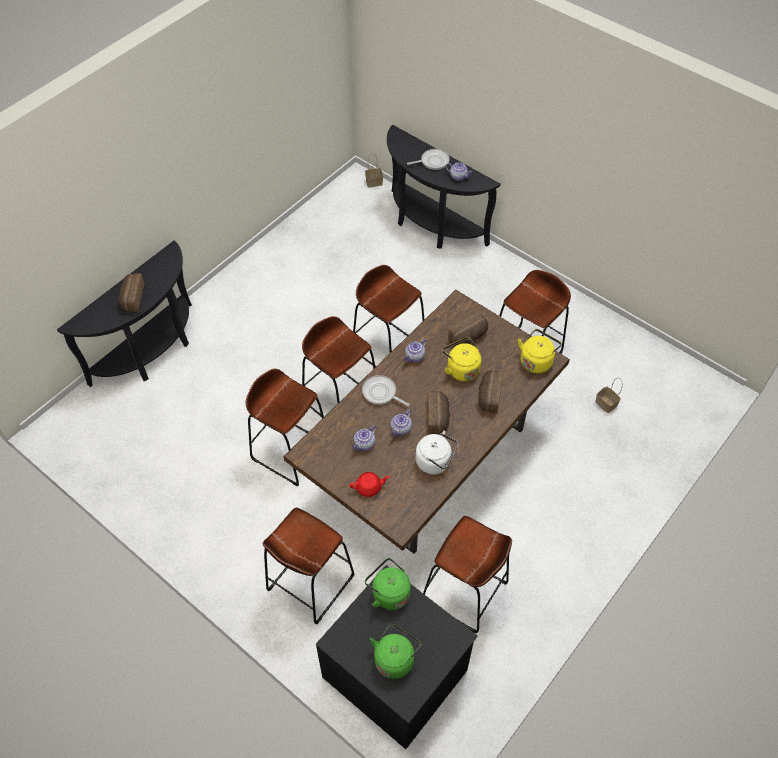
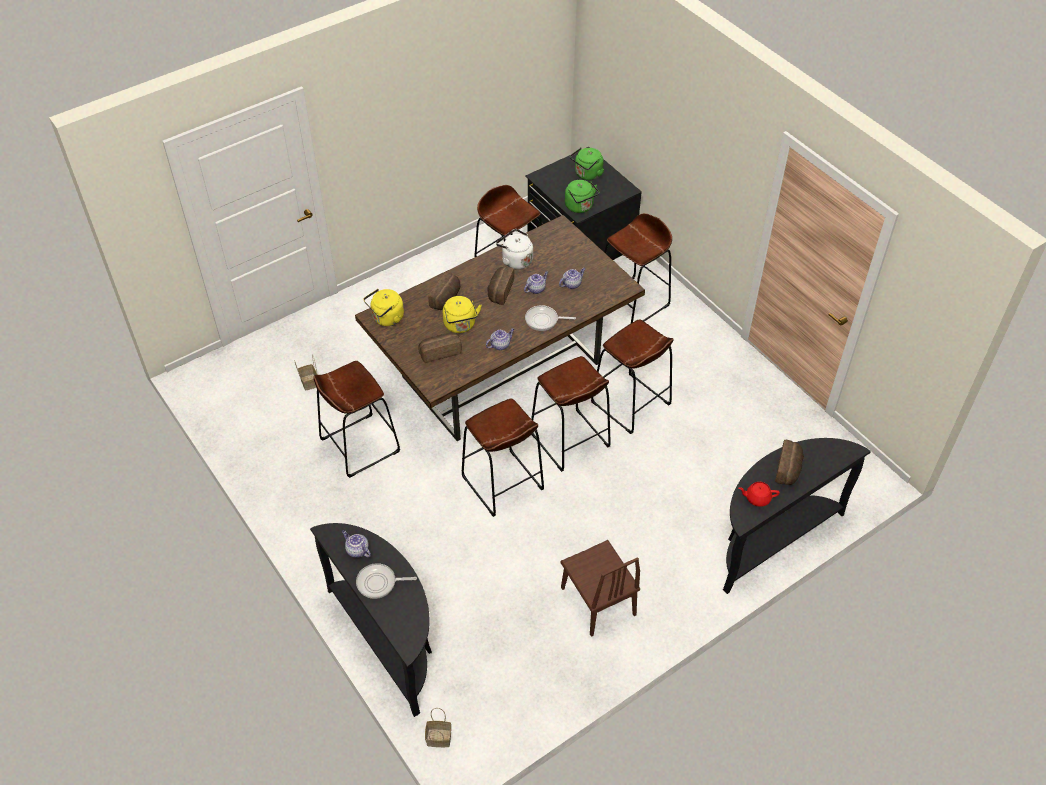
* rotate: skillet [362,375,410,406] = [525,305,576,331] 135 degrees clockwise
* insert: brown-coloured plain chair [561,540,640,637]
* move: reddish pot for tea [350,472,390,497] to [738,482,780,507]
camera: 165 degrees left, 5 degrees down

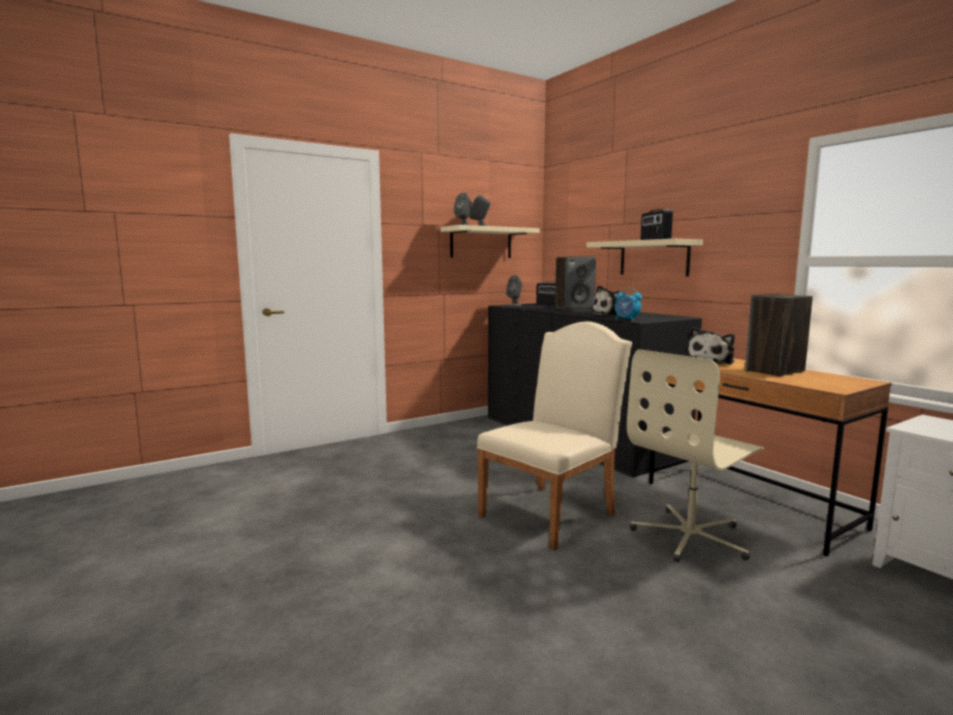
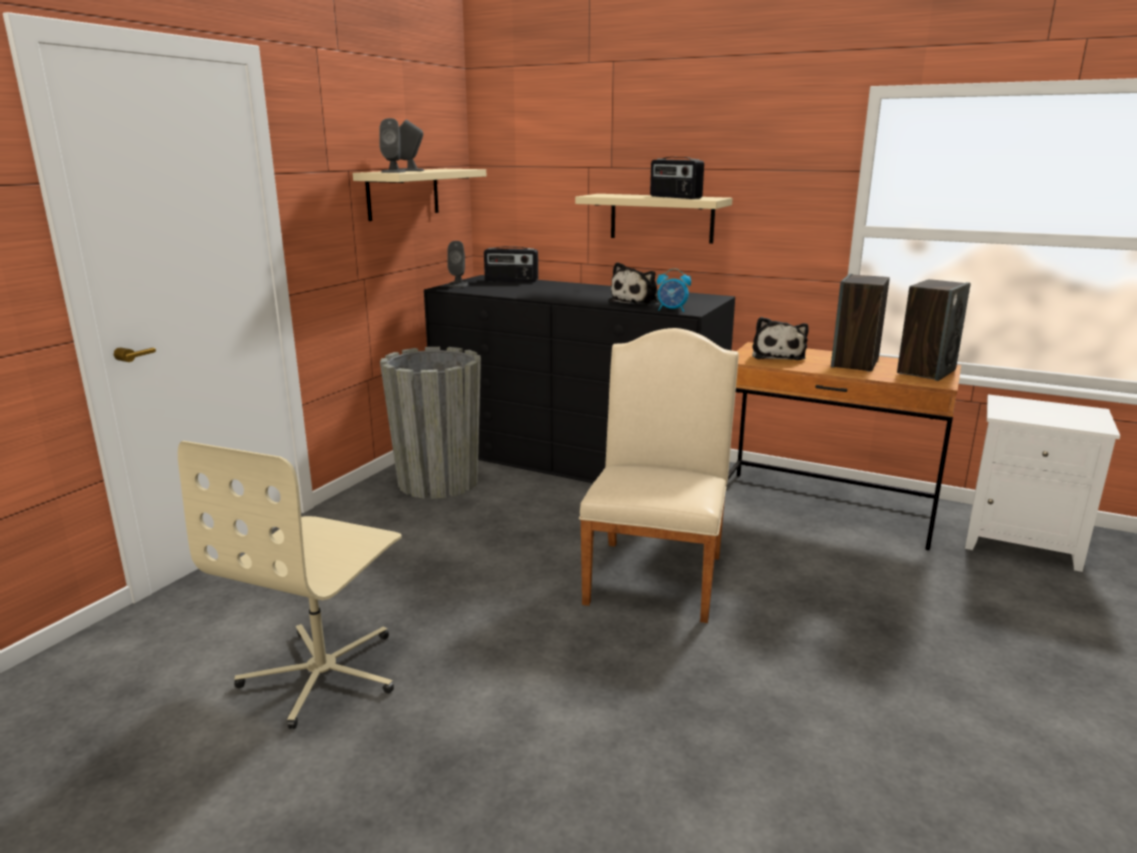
* move: beige desk chair [627,349,764,562] to [178,441,402,729]
* insert: grey planter [380,347,481,499]
* move: speaker [555,256,596,309] to [897,279,971,381]
camera: 30 degrees left, 10 degrees up

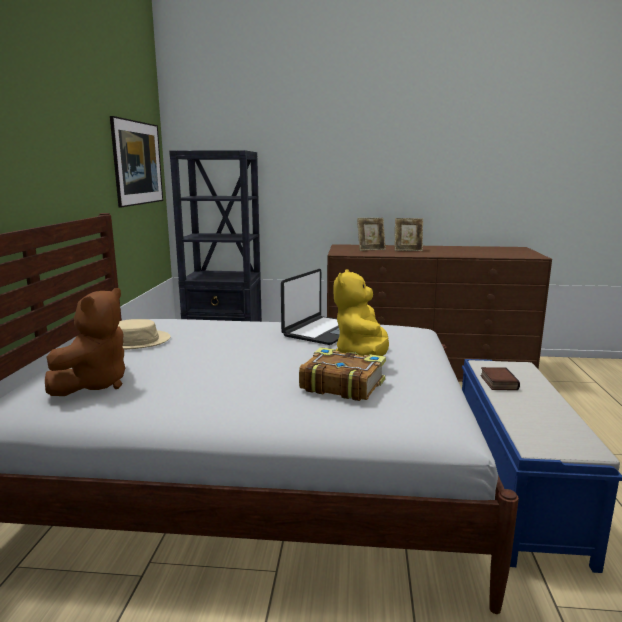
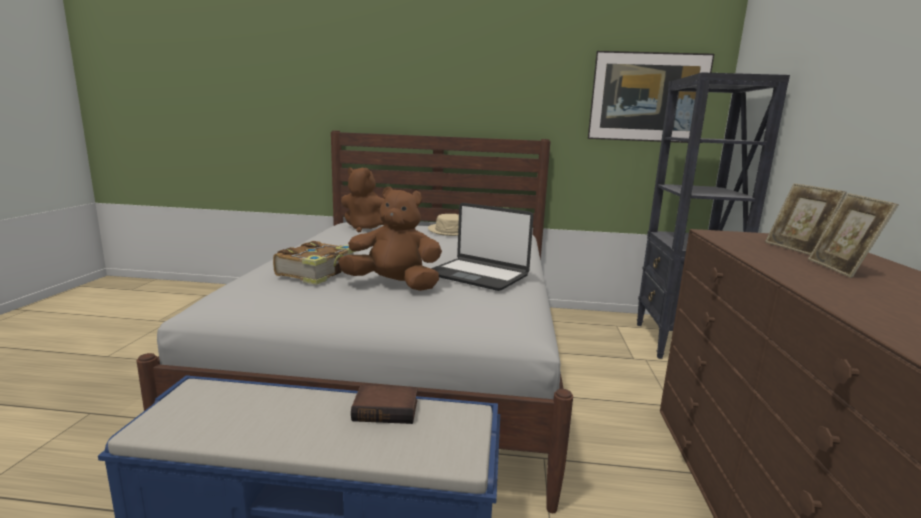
* recolor: yellowish plush toy [333,269,389,356] to brown-coloured plush toy [338,187,442,291]
camera: 90 degrees right, 0 degrees up

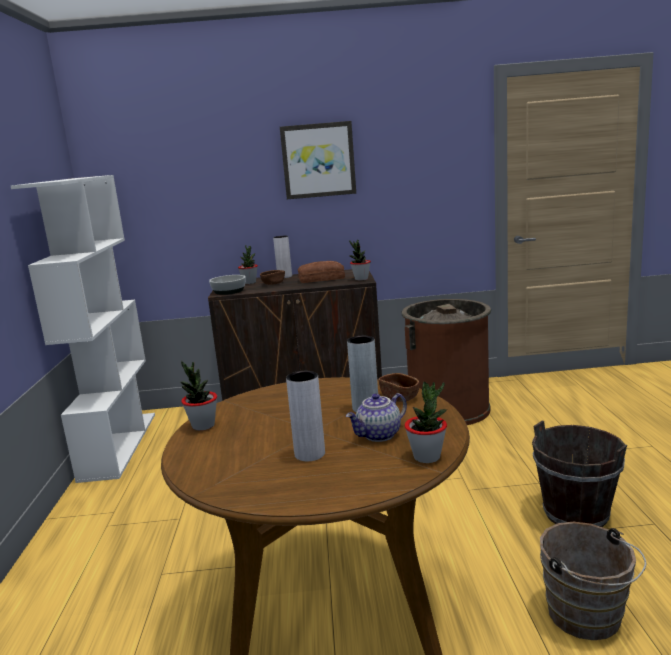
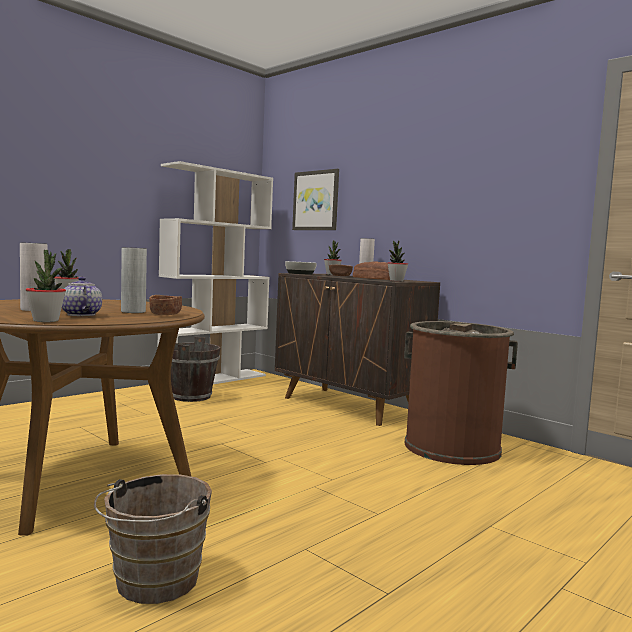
* rotate: pot for tea [346,393,407,442] = [62,277,102,316] 45 degrees clockwise
* move: brown-coloured bucket [532,420,627,527] to [171,337,220,402]
* move: wall picture [280,121,356,199] to [292,169,339,230]
camera: 45 degrees right, 10 degrees down

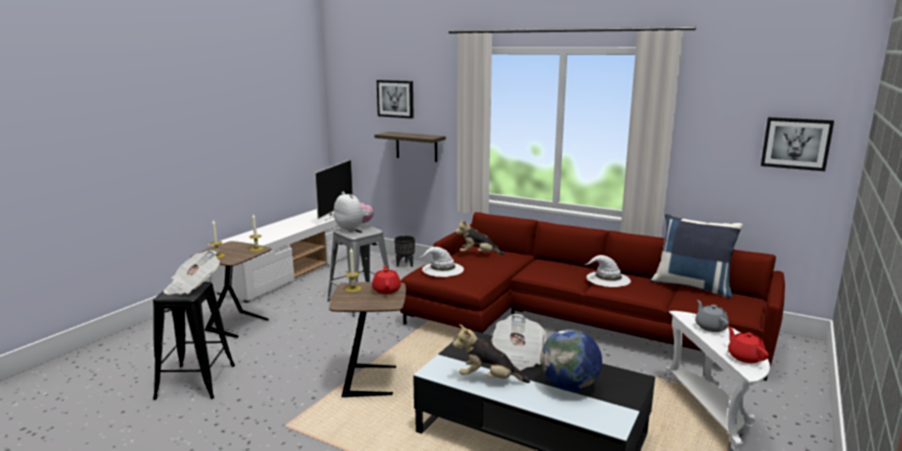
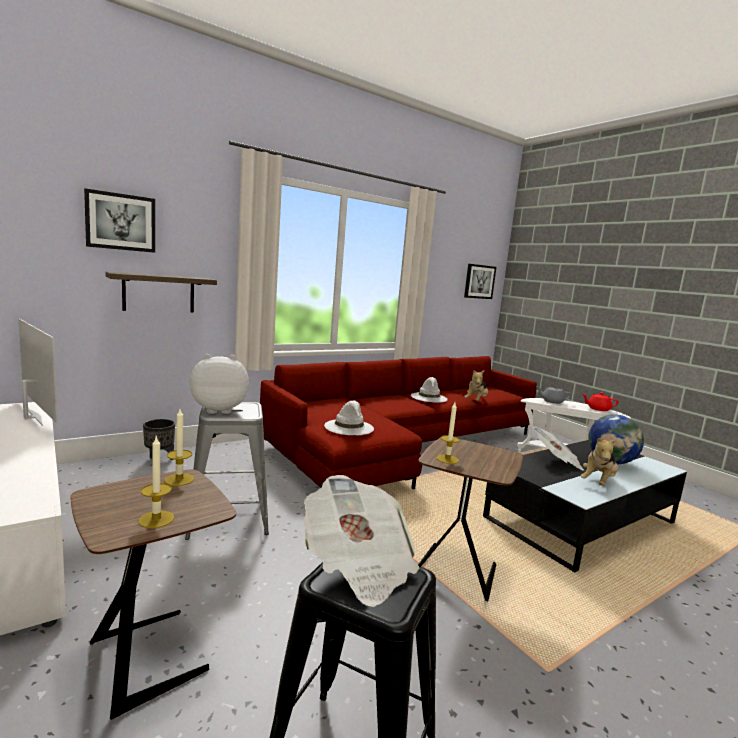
* move: plush toy [455,219,504,255] to [464,370,488,401]
* delete: reddish pot for tea [372,265,401,294]
* delete: blue throw pillow [651,214,743,298]
camera: 65 degrees left, 5 degrees down

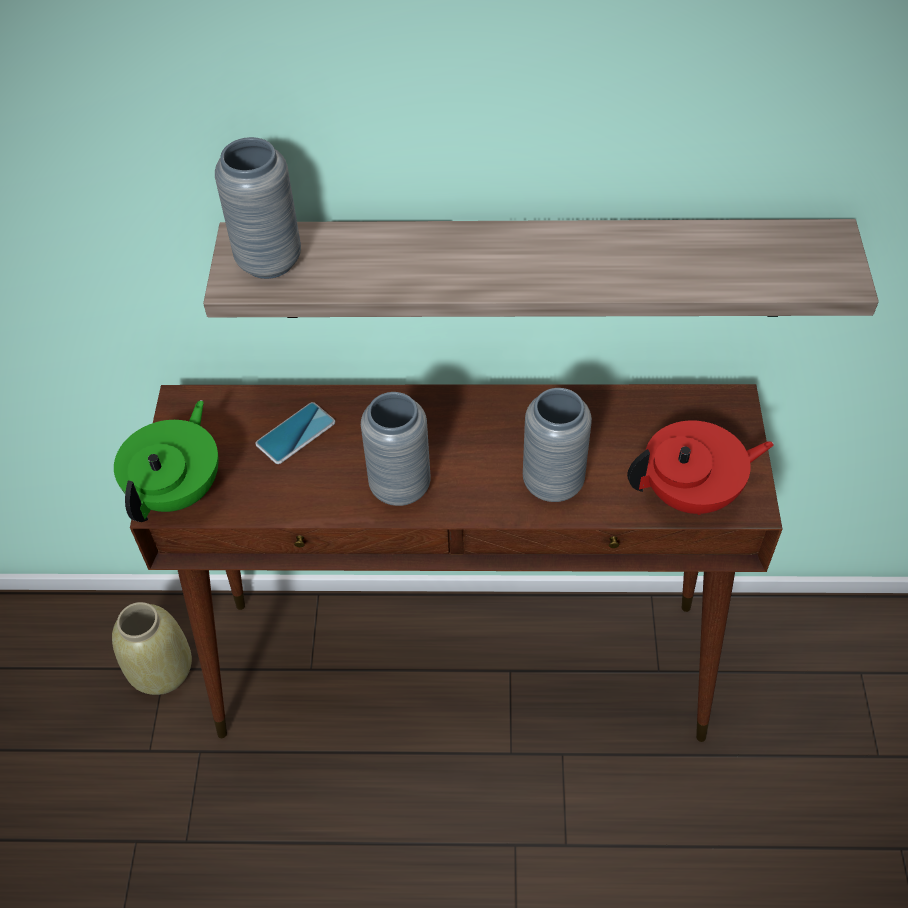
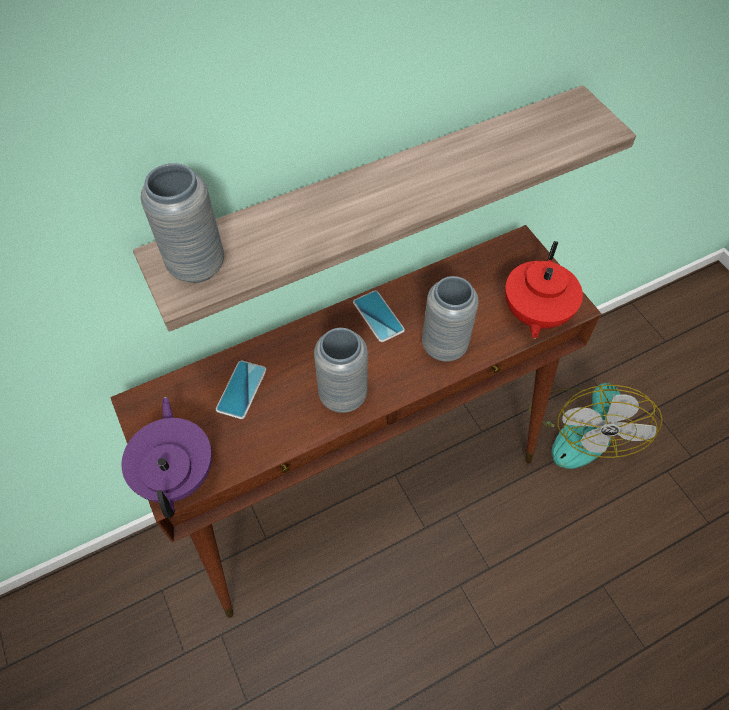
* recolor: green-coloured pot for tea [114,400,219,522] to purple pot for tea [122,397,212,518]
* insert: handset [353,291,405,342]
* rotate: reddish pot for tea [627,420,774,515] = [505,241,583,339] 150 degrees clockwise
* insert: fan [529,383,663,469]
* delete: beige vase [112,602,192,695]
camera: 30 degrees left, 5 degrees up

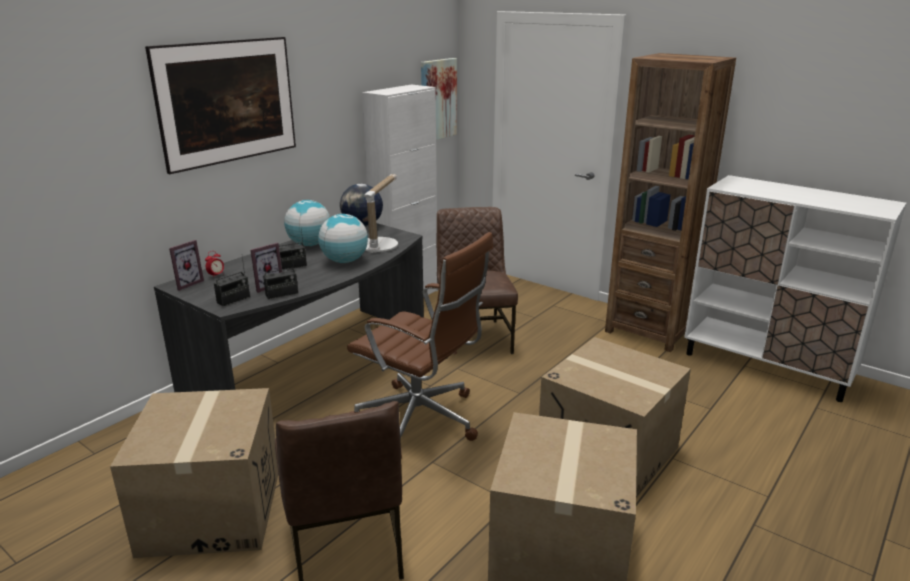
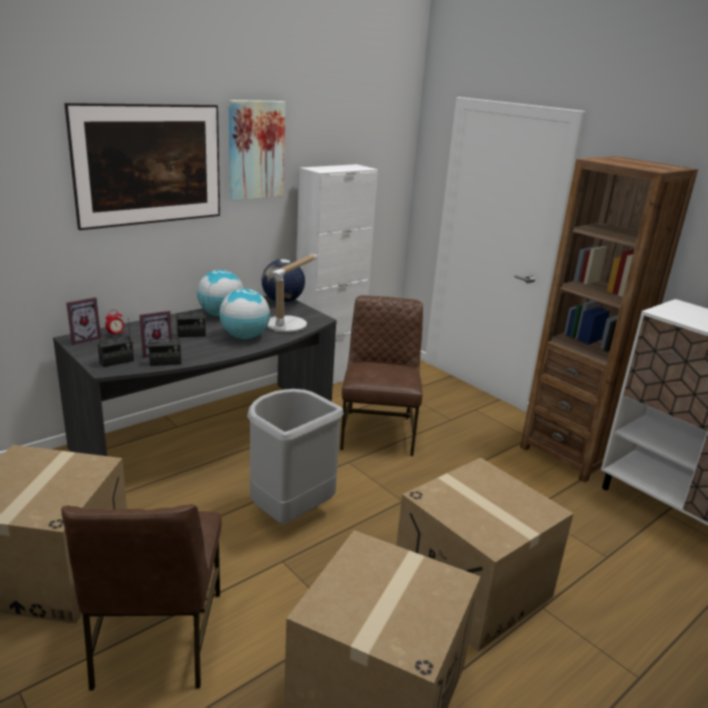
* move: wall picture [421,58,457,140] to [228,100,285,201]
* replace: brown-coloured desk chair [347,232,493,459] to grey rubbish bin [247,389,344,524]
camera: 10 degrees right, 0 degrees up

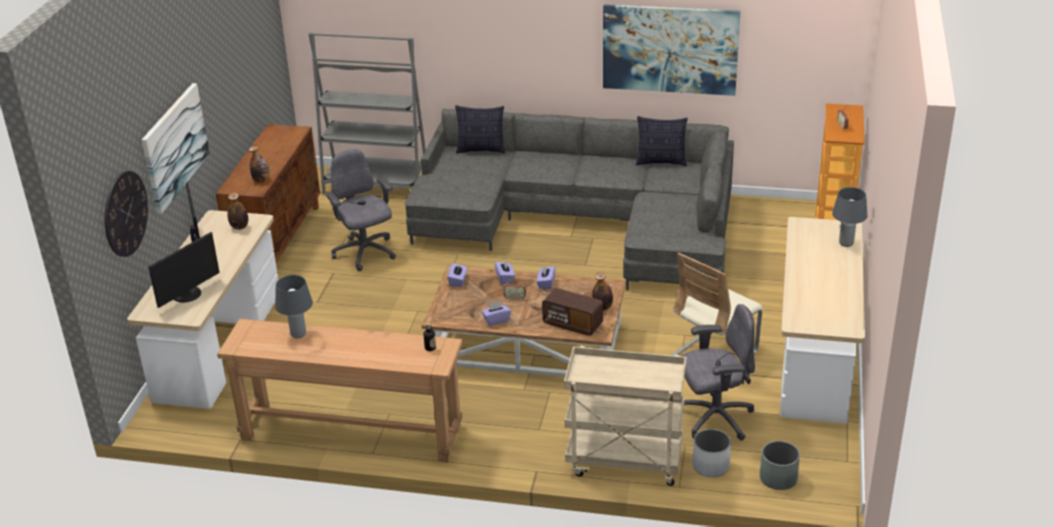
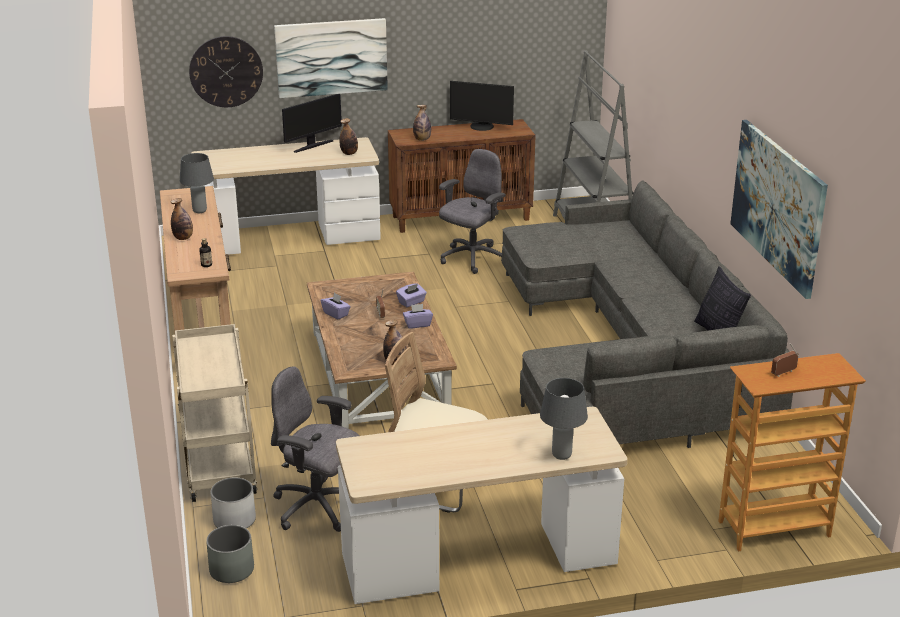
* insert: bottle [171,198,193,240]
* rotate: grey desk chair [682,304,755,441] = [271,366,359,532] 150 degrees clockwise
* move: computer display [148,232,220,308] to [450,81,514,131]
* delete: purple tissue holder [448,263,467,287]
* delete: throw pillow [455,105,505,154]
* delete: radio set [542,288,603,336]
camera: 65 degrees right, 5 degrees down

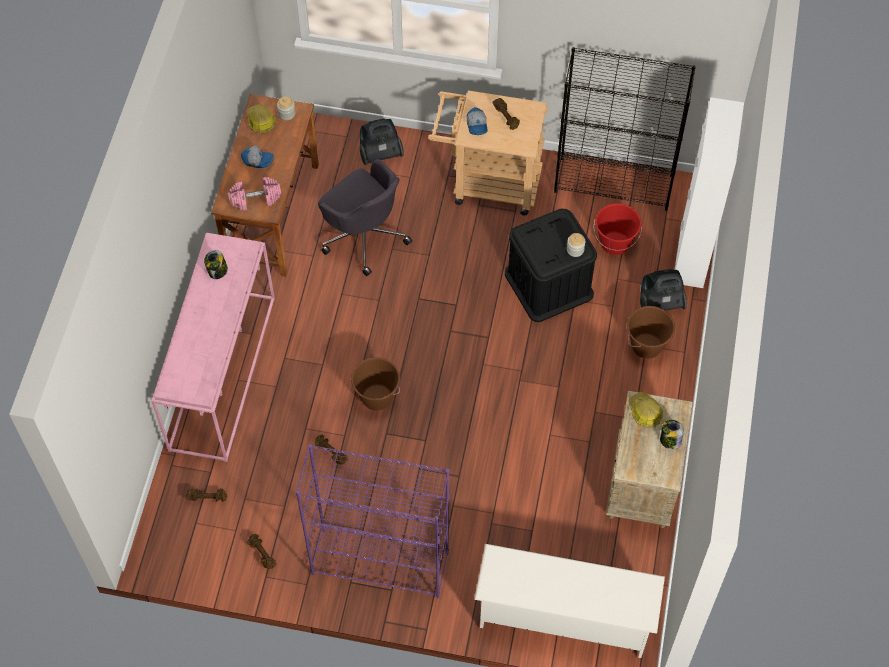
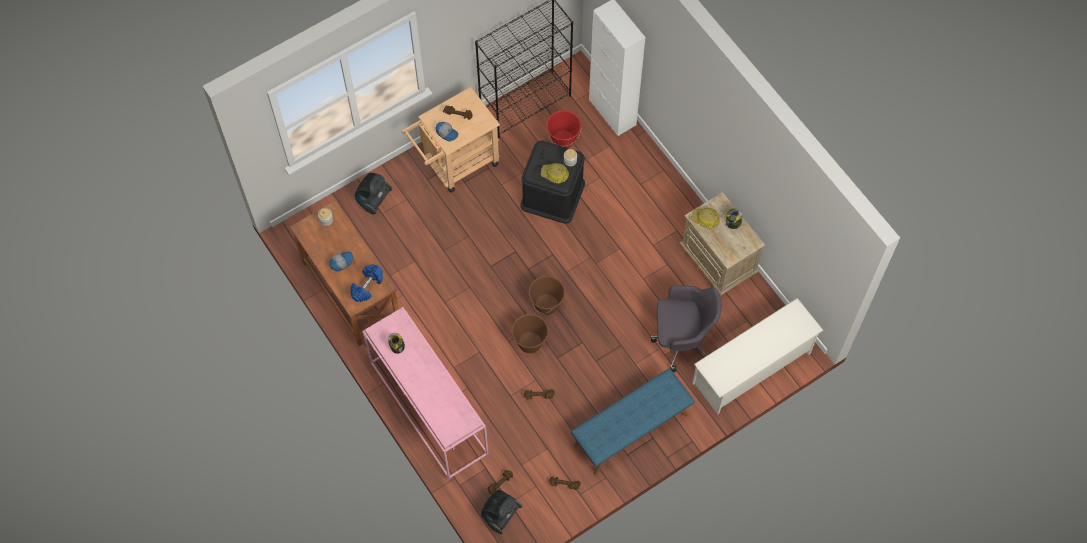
* recolor: pinkish free weight [228,177,281,211] to blue free weight [350,264,383,302]
* move: hoover [640,269,687,311] to [481,490,522,534]
* move: brown-coloured bucket [627,306,675,359] to [528,276,565,315]
* move: safety helmet [246,105,276,133] to [541,163,569,184]
* replace: purple shelving unit [296,444,449,598] to blue long seat [571,368,695,475]
* move: grey desk chair [318,159,412,276] to [651,285,722,372]
camera: 45 degrees left, 5 degrees up

